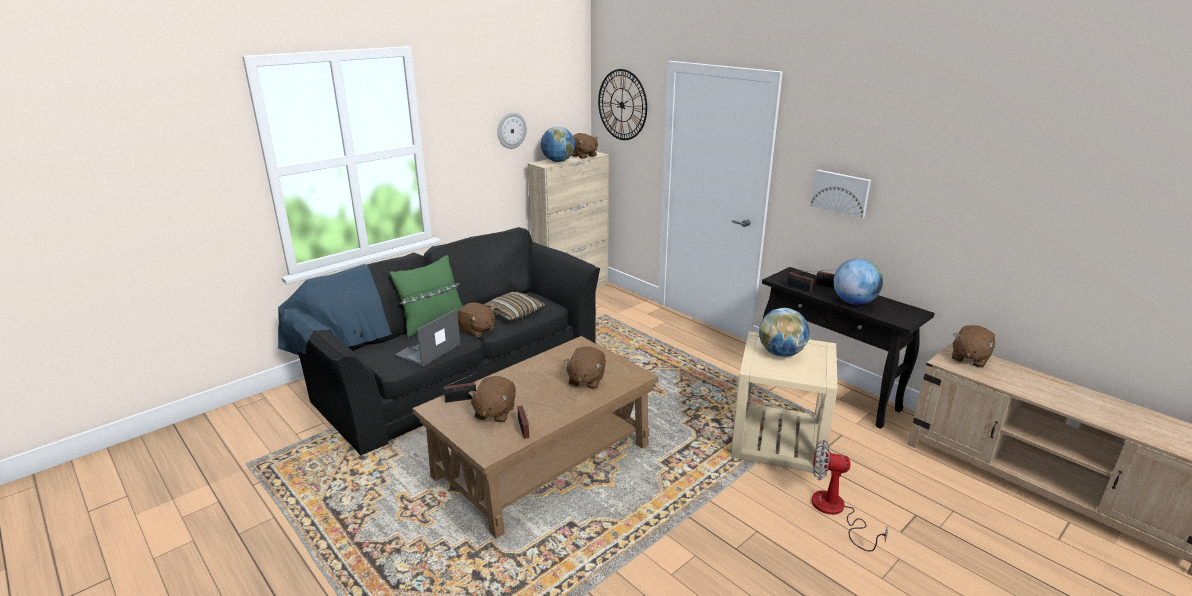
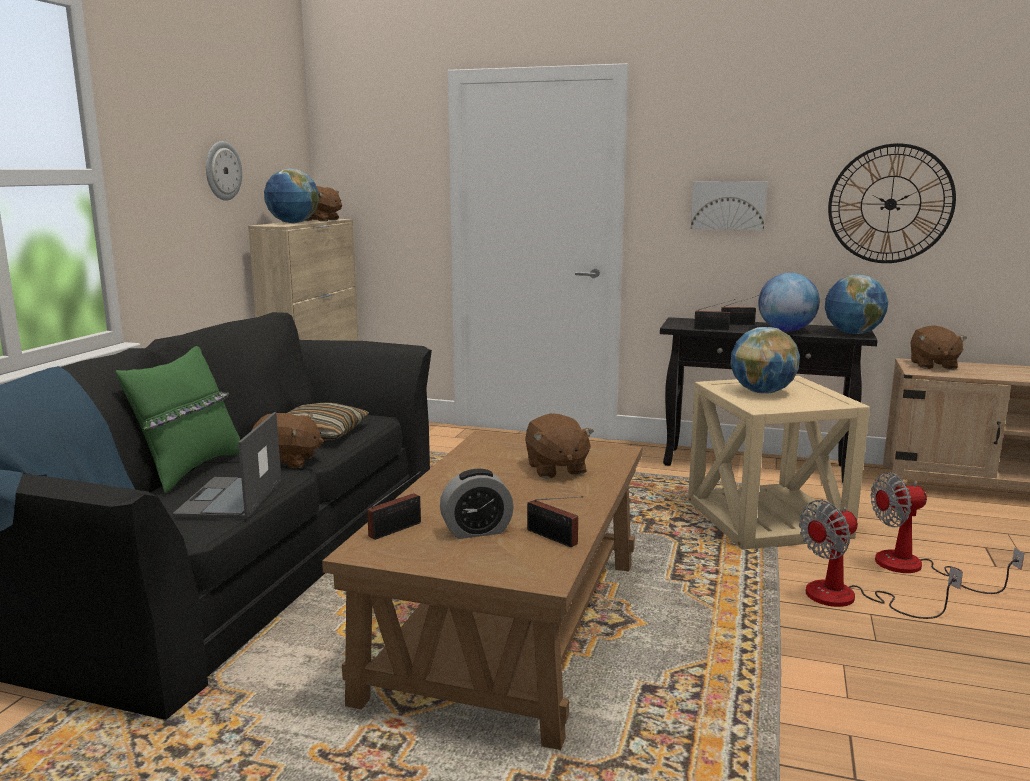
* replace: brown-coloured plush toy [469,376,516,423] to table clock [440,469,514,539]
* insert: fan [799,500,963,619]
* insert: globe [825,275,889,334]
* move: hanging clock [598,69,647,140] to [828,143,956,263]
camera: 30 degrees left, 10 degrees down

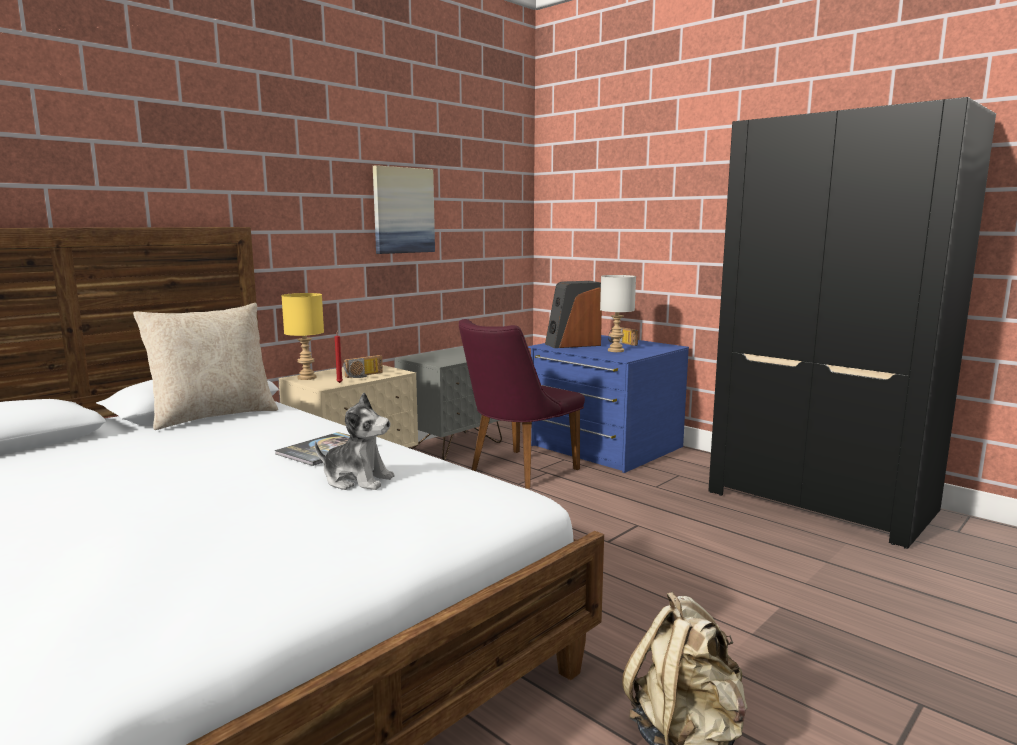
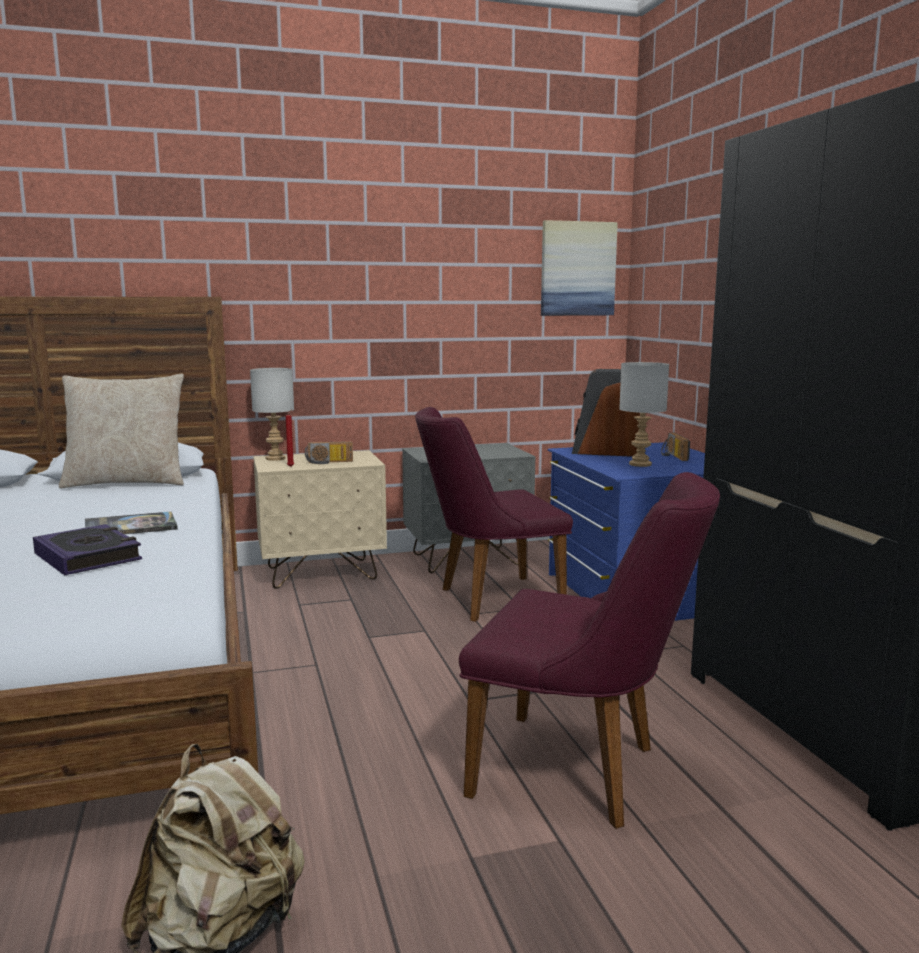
* replace: plush toy [315,393,394,490] to volume [33,524,142,575]
* recolor: yellowish tabletop lamp [281,293,324,380] to grey tabletop lamp [250,368,294,461]
* insert: purple plain chair [459,472,720,829]
* move: wall picture [373,165,435,254] to [541,220,618,316]
camera: 30 degrees right, 0 degrees up

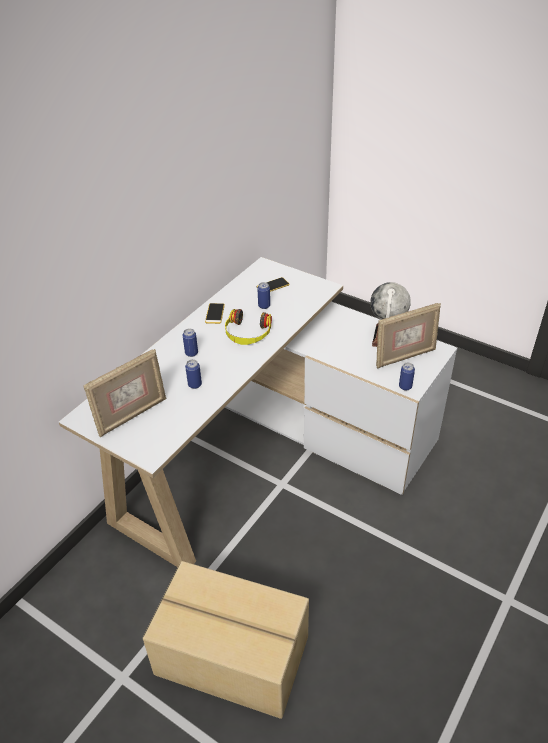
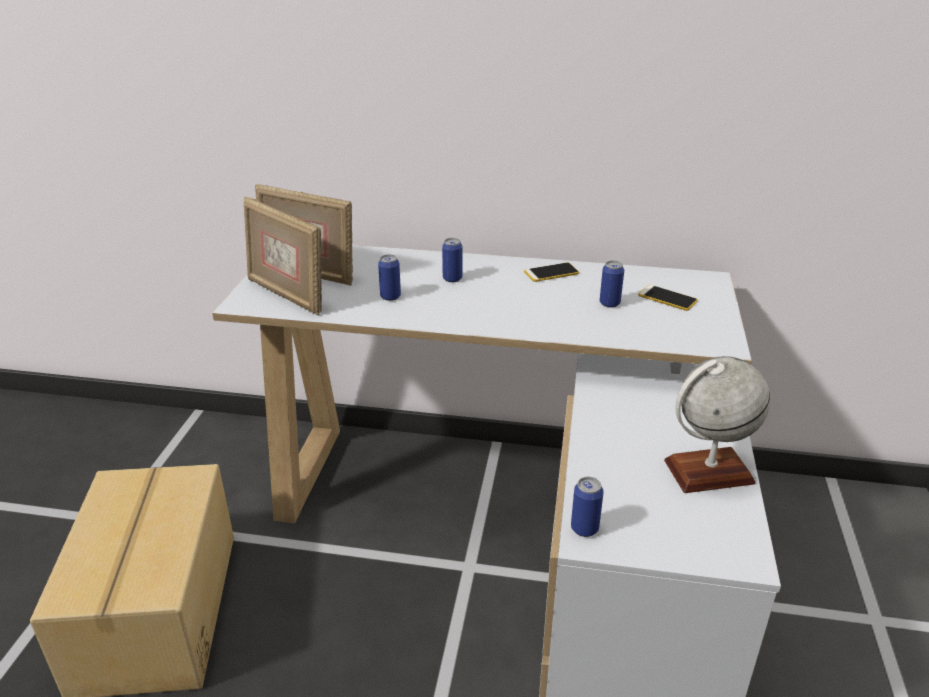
* move: picture frame [376,303,441,368] to [244,197,322,315]
* delete: headset [225,309,272,345]
camera: 65 degrees right, 10 degrees down

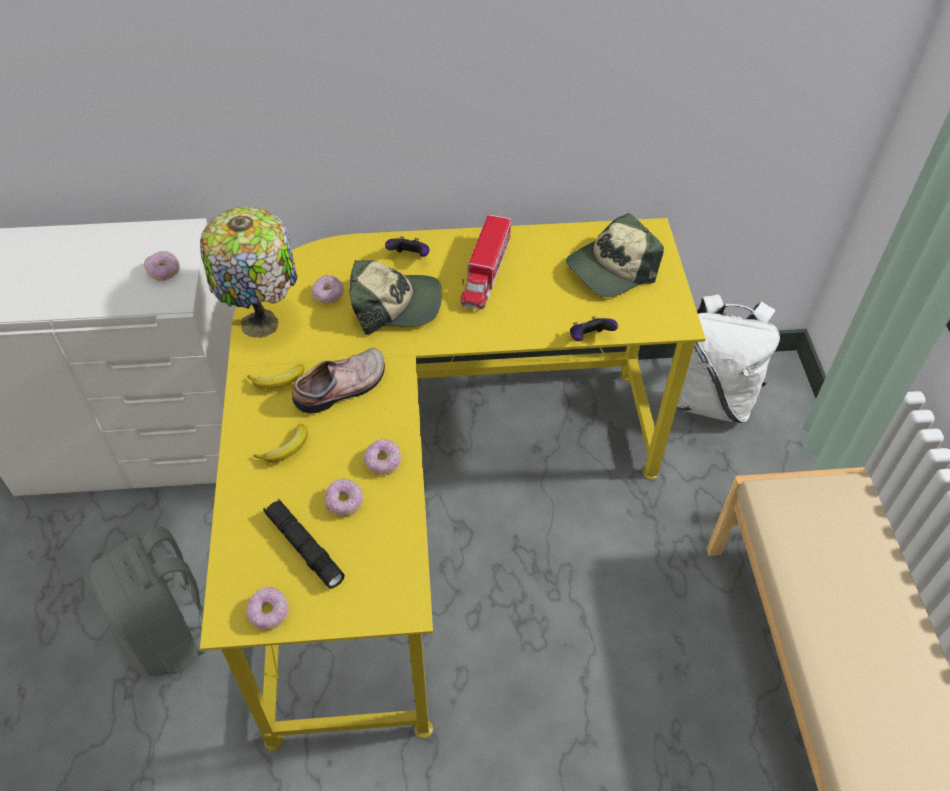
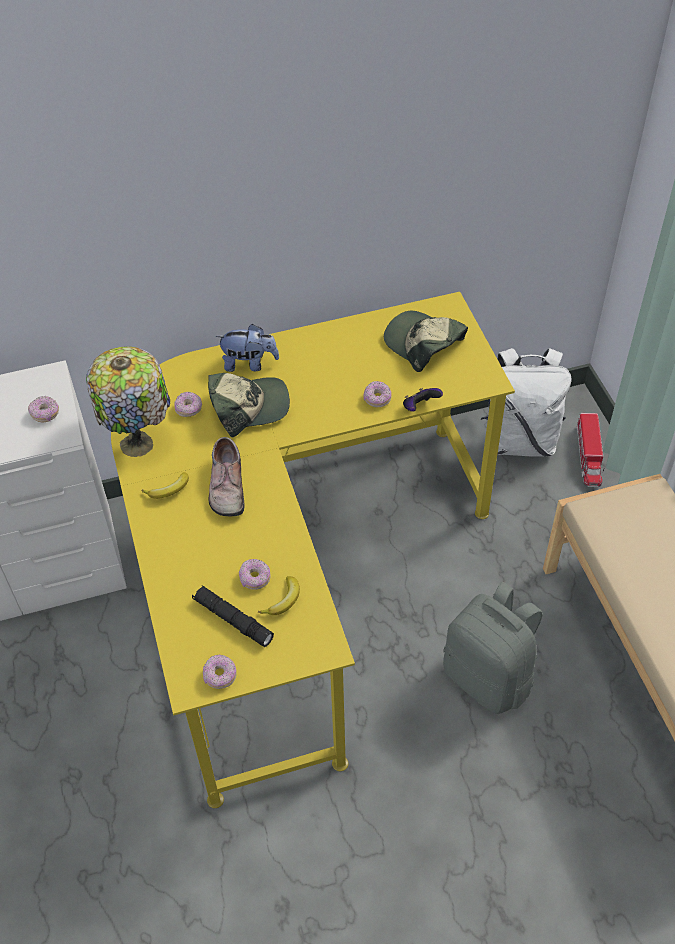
* rotate: low shoe [292,348,385,414] = [209,437,245,516] 135 degrees clockwise
* replace: game controller [385,236,430,257] to plush toy [216,324,279,372]
* move: whole banana [253,424,308,462] to [258,576,300,615]
* move: ring doughnut [364,439,401,475] to [363,381,392,407]
* rotate: peaked cap [566,213,664,297] = [384,311,468,372] 90 degrees clockwise
* move: grey backpack [89,527,206,676] to [443,582,543,714]
* move: model truck [461,214,511,310] to [577,413,604,487]
camera: 10 degrees left, 0 degrees up

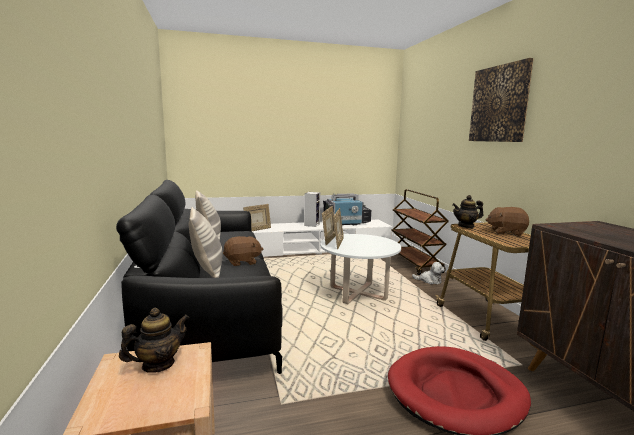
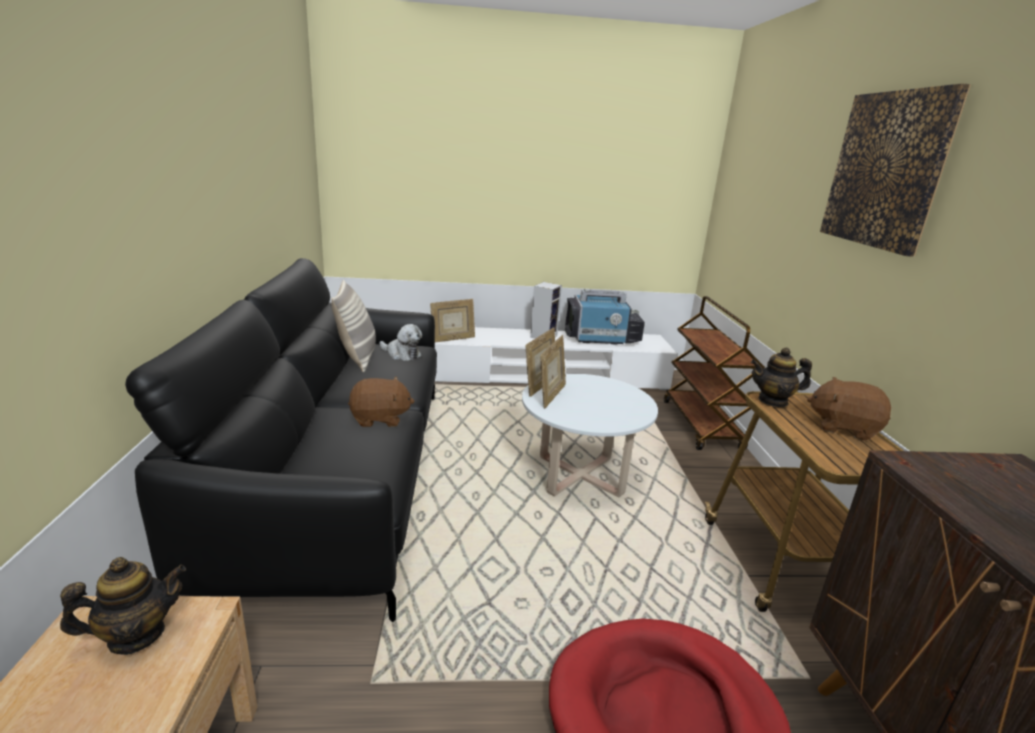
* move: plush toy [412,262,445,284] to [380,324,422,361]
* delete: throw pillow [189,207,223,278]
camera: 10 degrees right, 10 degrees up

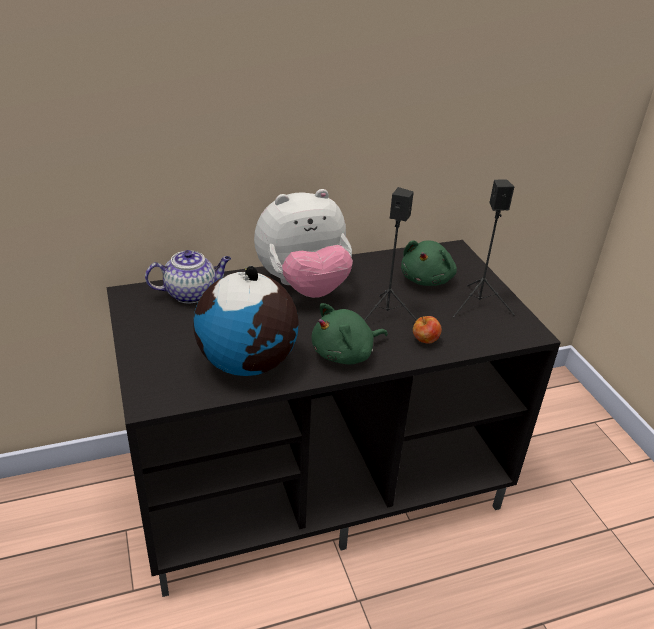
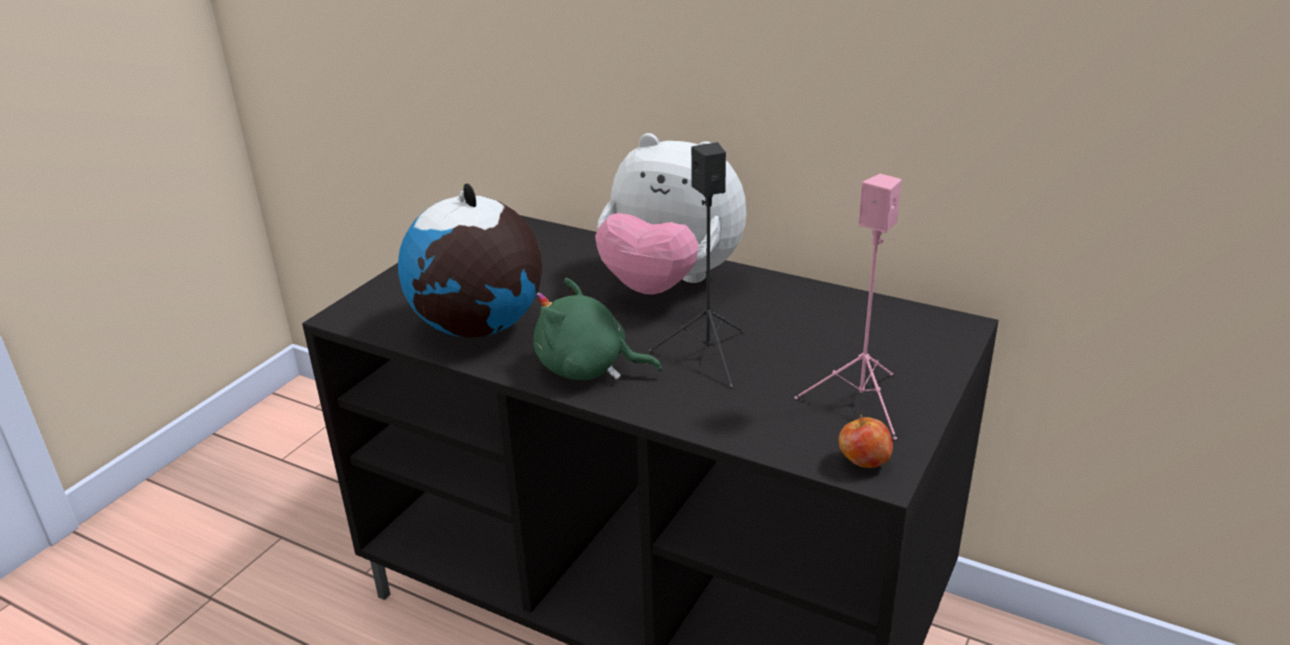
* recolor: black speaker [453,180,515,318] to pinkish speaker [794,174,902,440]
* move: apple [413,316,442,344] to [838,414,893,468]
* delete: pot for tea [145,250,231,304]
* delete: green-coloured plush toy [401,240,457,286]
camera: 50 degrees right, 5 degrees down

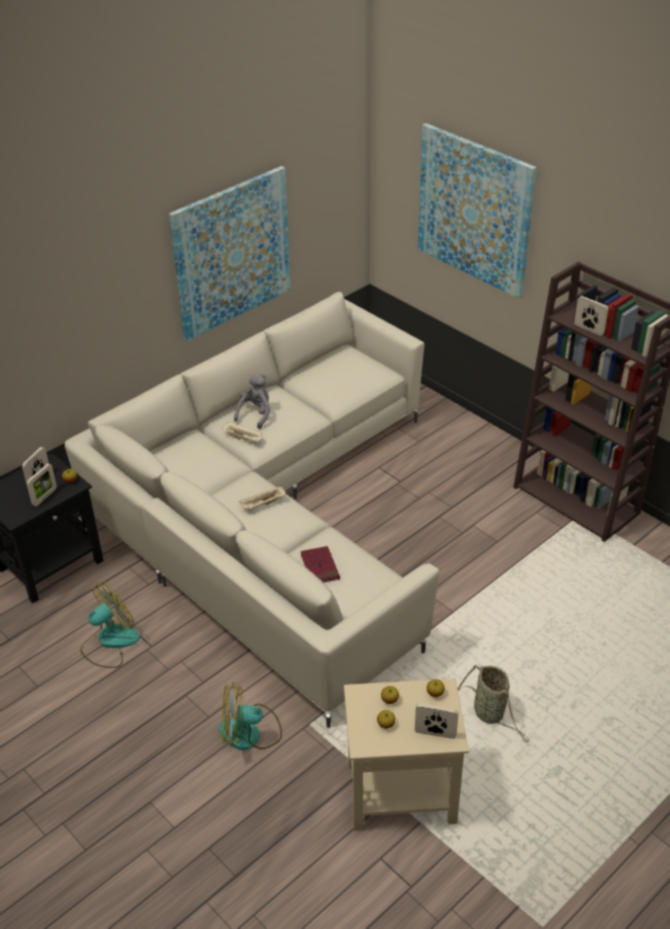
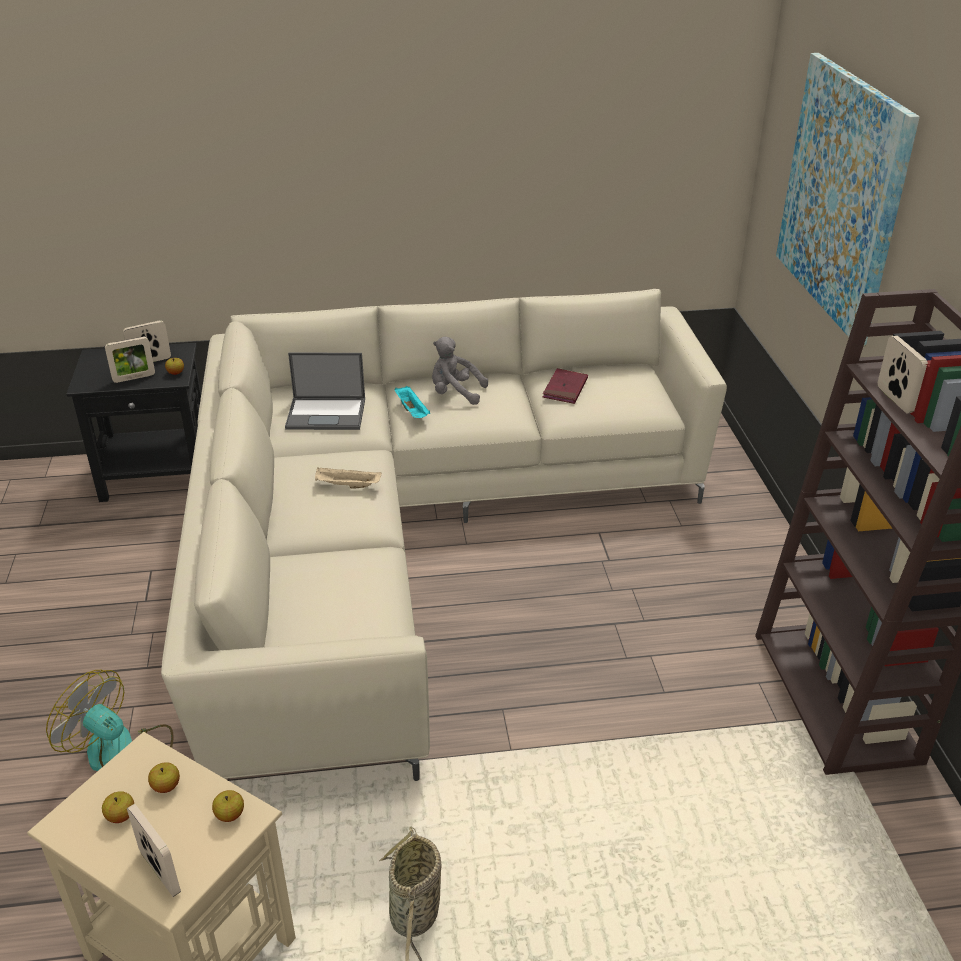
* insert: notebook computer [285,353,365,430]
* recolor: beige carrying tray [221,422,263,442] to turquoise carrying tray [395,386,430,418]
* rotate: grey plush toy [234,373,270,429] = [432,337,488,405] 135 degrees counterclockwise
* move: reddish volume [301,546,340,583] to [543,368,588,404]
* delete: fan [81,581,140,668]
* delete: wall picture [169,166,291,341]
camera: 35 degrees right, 5 degrees down

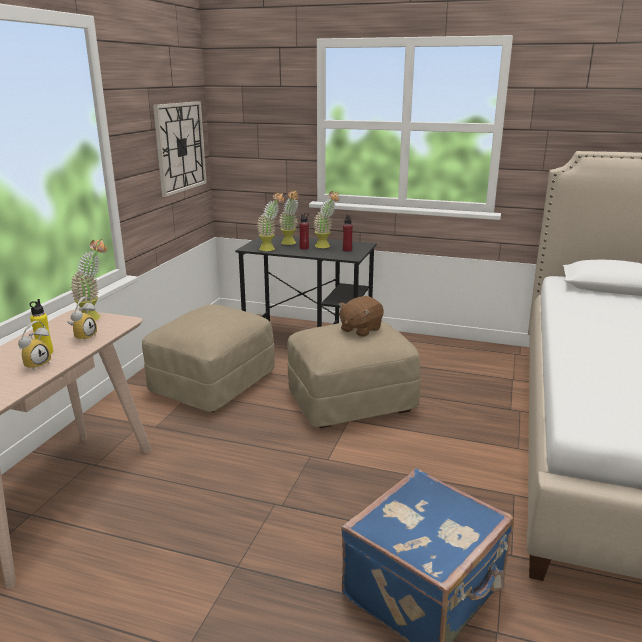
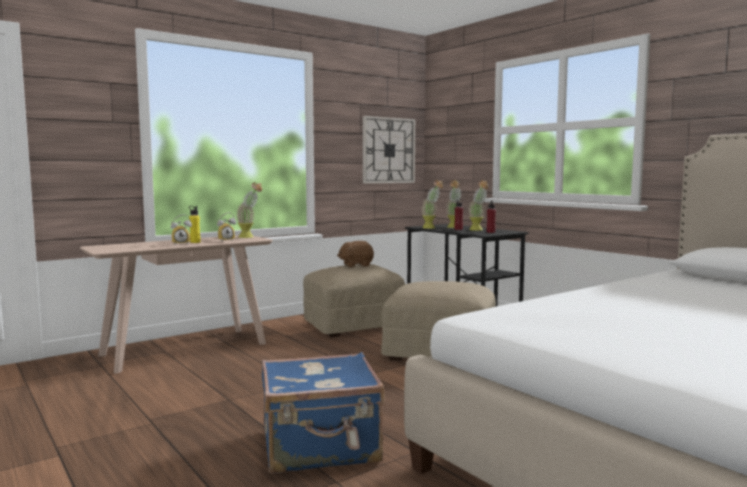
* move: brown-coloured plush toy [339,296,384,337] to [337,241,374,268]
camera: 35 degrees right, 15 degrees down

